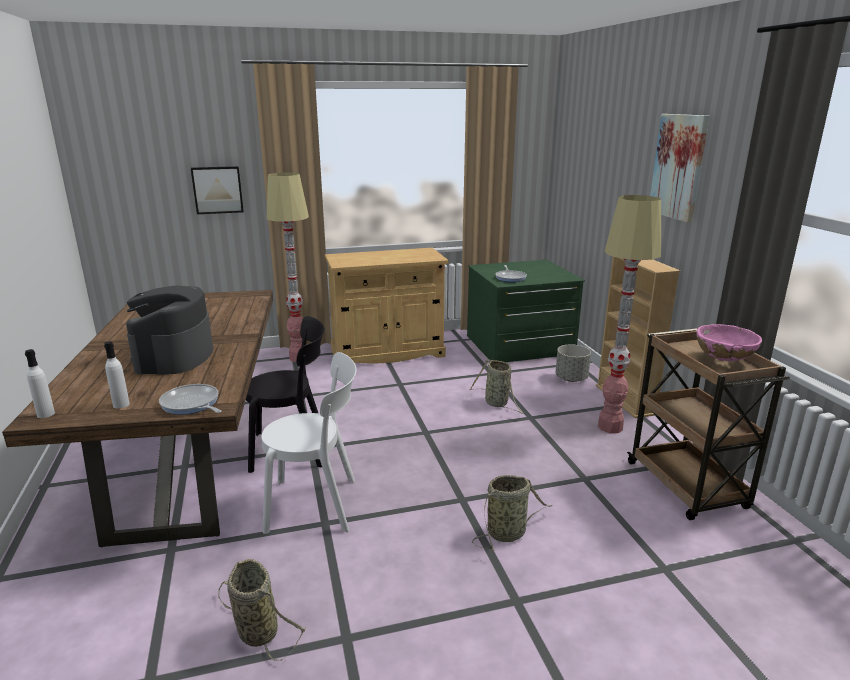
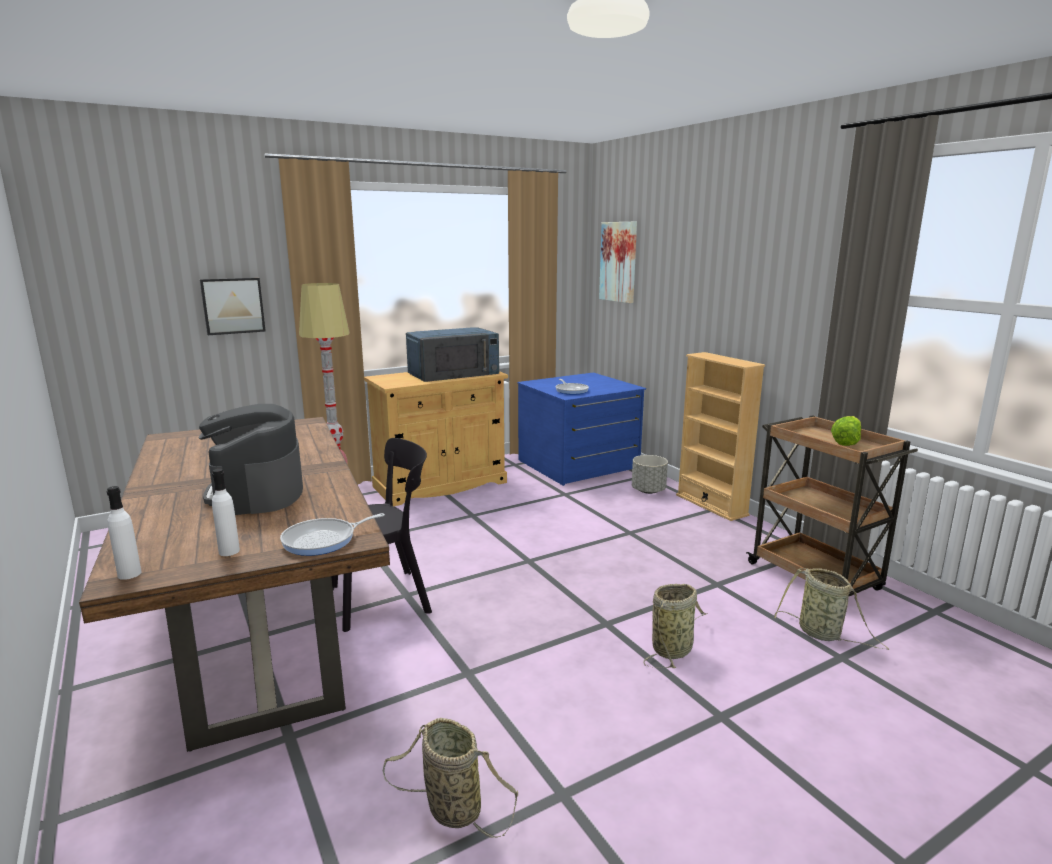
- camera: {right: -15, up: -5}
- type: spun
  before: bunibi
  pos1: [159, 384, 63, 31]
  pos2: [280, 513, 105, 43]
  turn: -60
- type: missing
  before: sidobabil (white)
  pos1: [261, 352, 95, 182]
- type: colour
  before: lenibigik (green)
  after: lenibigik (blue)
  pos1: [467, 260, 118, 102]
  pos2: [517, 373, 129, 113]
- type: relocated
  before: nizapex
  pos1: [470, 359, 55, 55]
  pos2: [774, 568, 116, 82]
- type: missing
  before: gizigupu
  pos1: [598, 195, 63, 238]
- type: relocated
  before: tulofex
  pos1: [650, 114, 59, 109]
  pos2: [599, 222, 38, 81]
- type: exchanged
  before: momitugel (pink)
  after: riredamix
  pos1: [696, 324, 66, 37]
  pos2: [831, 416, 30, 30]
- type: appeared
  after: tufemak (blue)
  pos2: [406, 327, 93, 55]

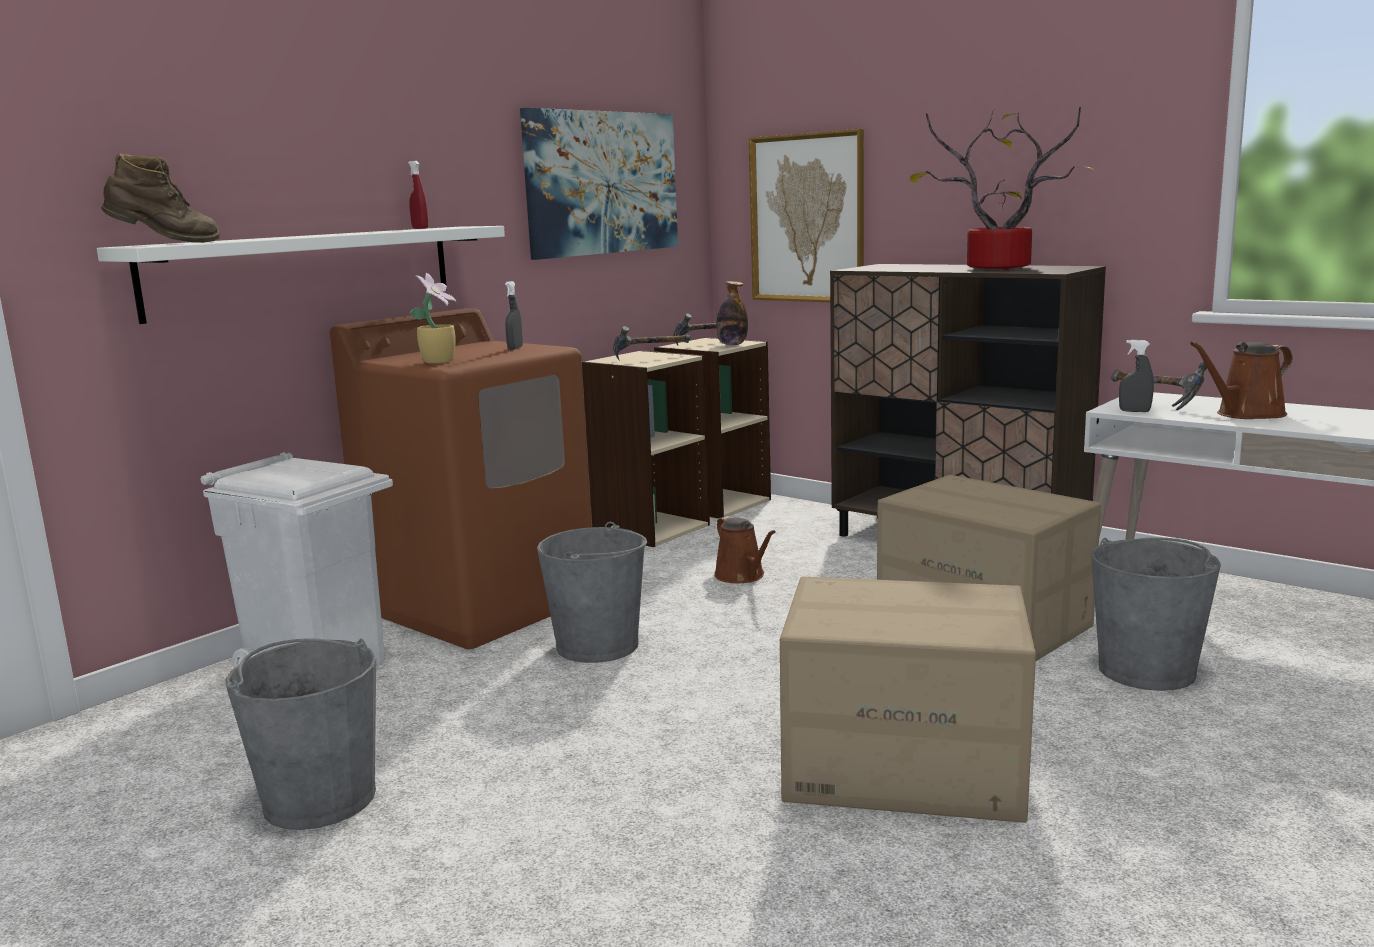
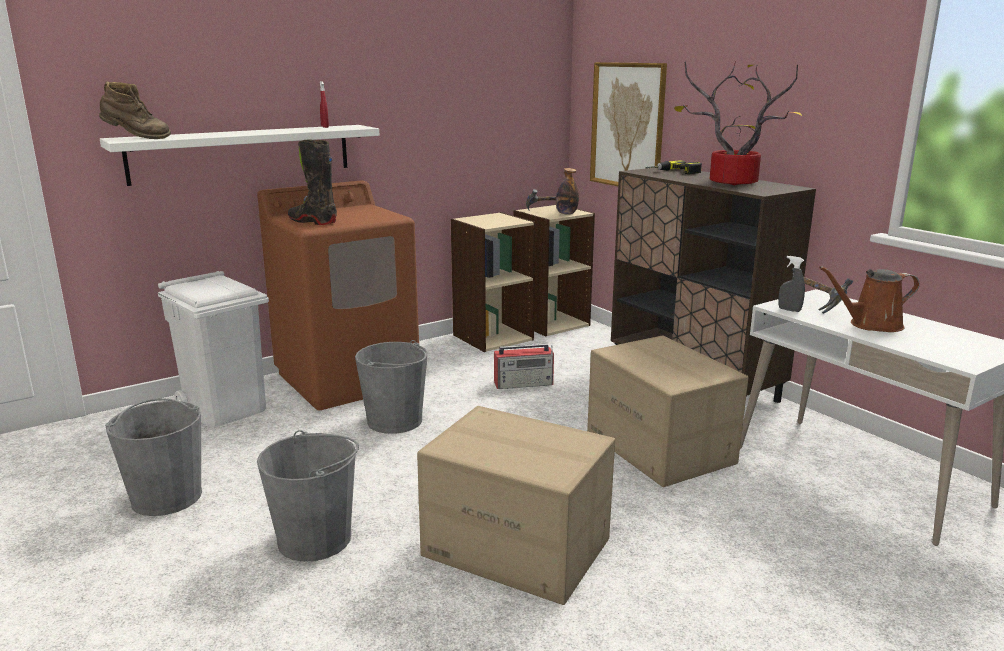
- camera: {right: 15, up: 5}
- type: exchanged
  before: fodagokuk
  after: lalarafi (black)
  pos1: [410, 273, 47, 91]
  pos2: [288, 139, 49, 86]
- type: missing
  before: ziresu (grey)
  pos1: [505, 281, 18, 69]
- type: missing
  before: tulofex
  pos1: [520, 108, 158, 152]
- type: missing
  before: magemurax
  pos1: [613, 326, 77, 35]
- type: exchanged
  before: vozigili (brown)
  after: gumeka
  pos1: [714, 516, 62, 67]
  pos2: [494, 344, 60, 45]
- type: relocated
  before: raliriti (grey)
  pos1: [1091, 537, 130, 154]
  pos2: [257, 430, 102, 132]
- type: appeared
  after: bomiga
  pos2: [646, 160, 56, 14]

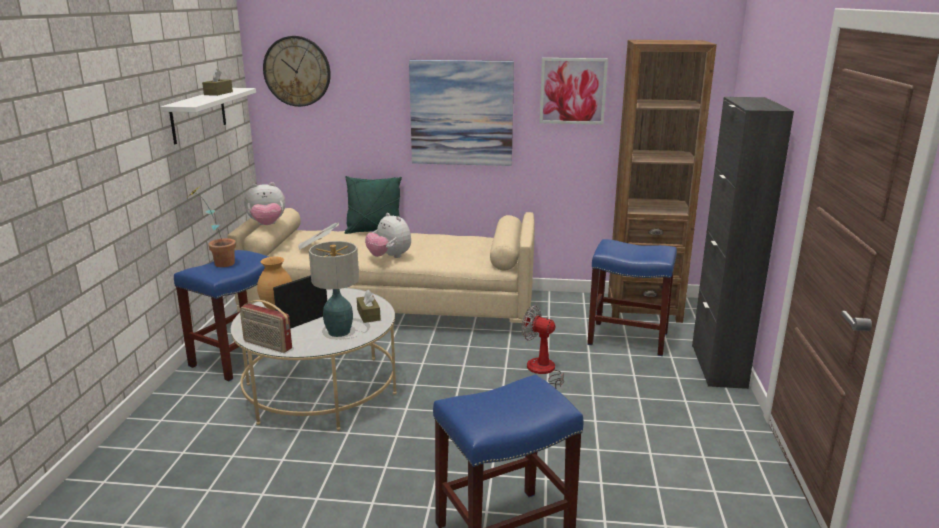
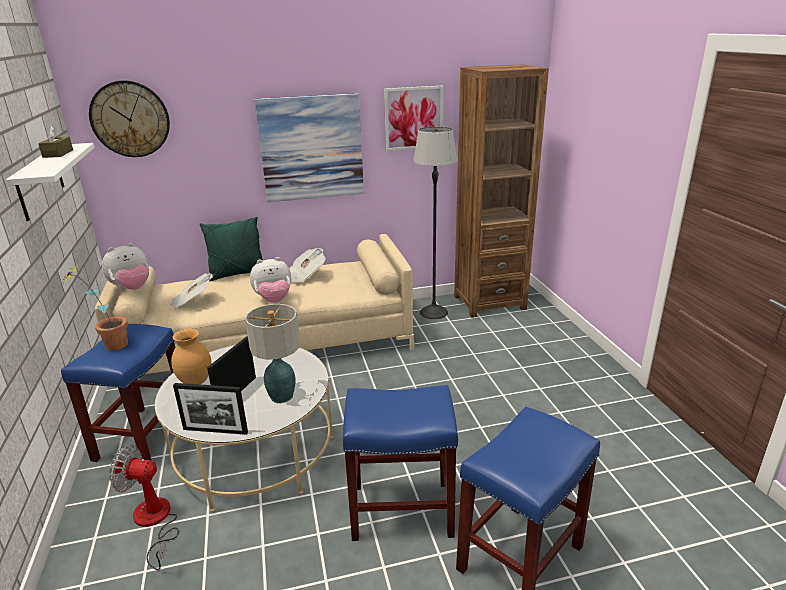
- camera: {right: -20, up: 5}
- type: exchanged
  before: gumeka
  after: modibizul
  pos1: [240, 300, 52, 53]
  pos2: [173, 383, 75, 52]
- type: missing
  before: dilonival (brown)
  pos1: [357, 290, 24, 33]
- type: spun
  before: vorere
  pos1: [365, 213, 46, 45]
  pos2: [250, 257, 41, 46]
  turn: -45
- type: relocated
  before: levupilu
  pos1: [521, 306, 43, 83]
  pos2: [109, 445, 70, 125]
- type: relocated
  before: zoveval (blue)
  pos1: [587, 239, 90, 117]
  pos2: [343, 385, 115, 156]
- type: missing
  before: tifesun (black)
  pos1: [692, 97, 102, 292]
- type: appeared
  after: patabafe
  pos2: [290, 248, 36, 35]
- type: appeared
  after: gizigupu
  pos2: [413, 126, 44, 193]

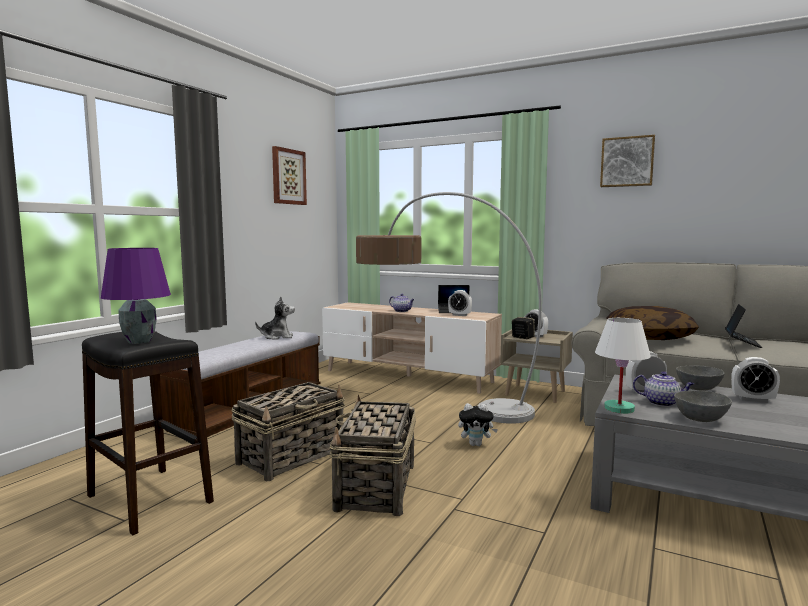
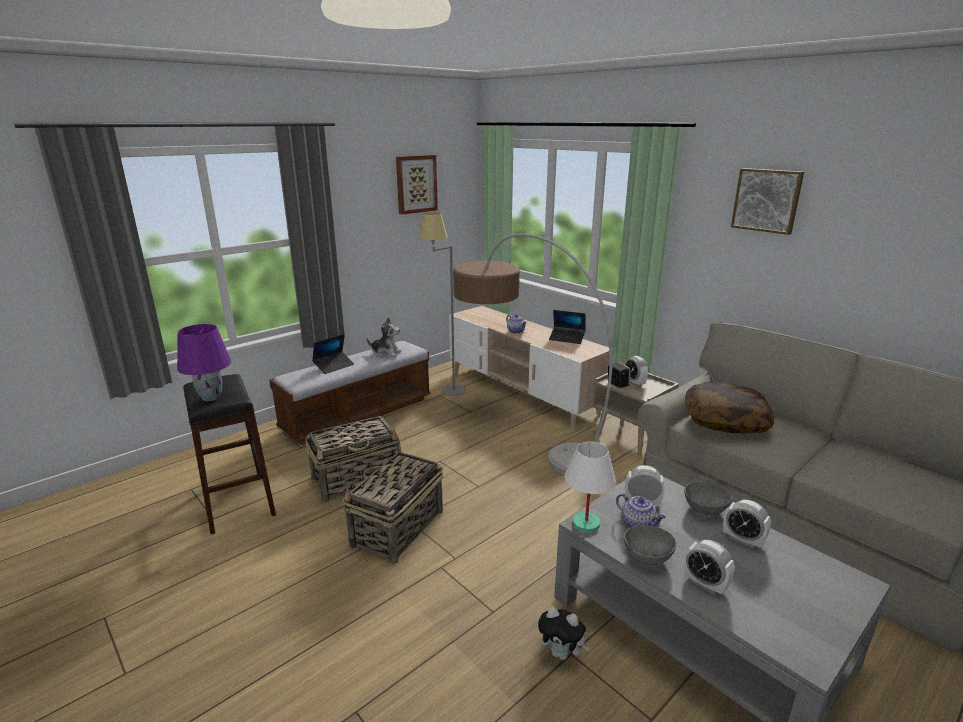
- camera: {right: 20, up: 15}
- type: relocated
  before: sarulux
  pos1: [448, 290, 24, 26]
  pos2: [683, 540, 52, 55]
- type: relocated
  before: vorere
  pos1: [458, 403, 40, 43]
  pos2: [538, 607, 52, 53]
- type: relocated
  before: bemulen
  pos1: [725, 304, 37, 44]
  pos2: [312, 334, 42, 40]
- type: appeared
  after: gizigupu (grey)
  pos2: [418, 212, 48, 184]

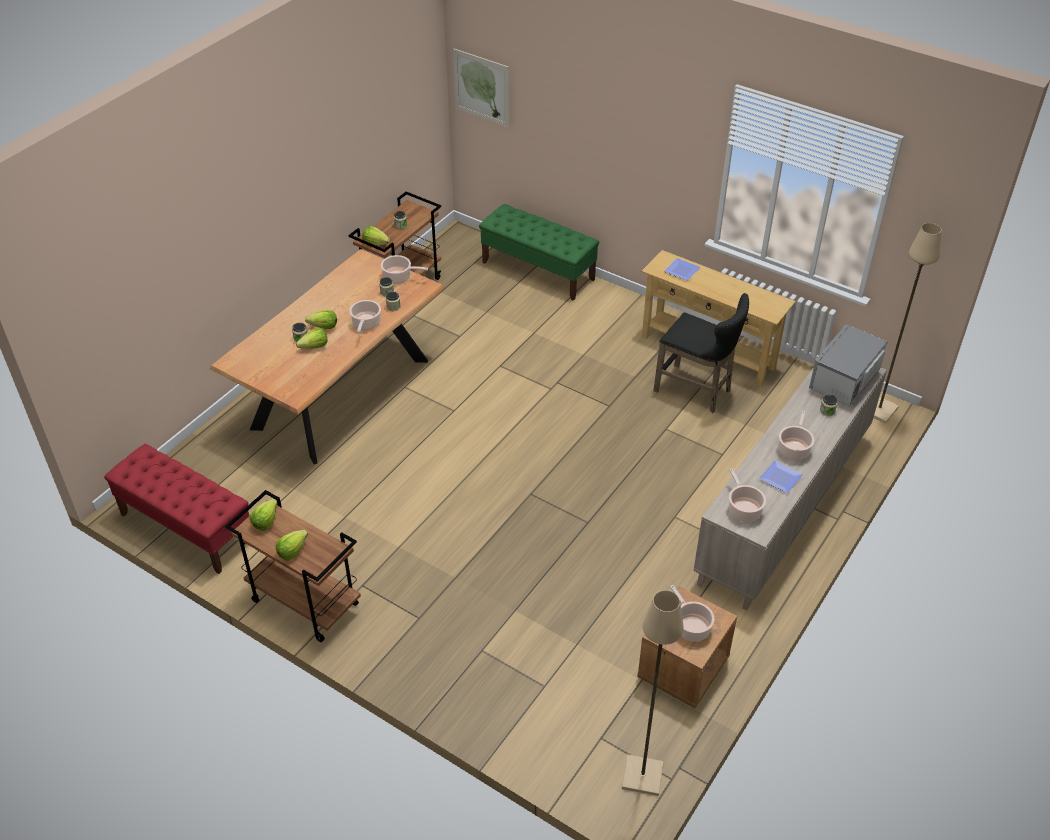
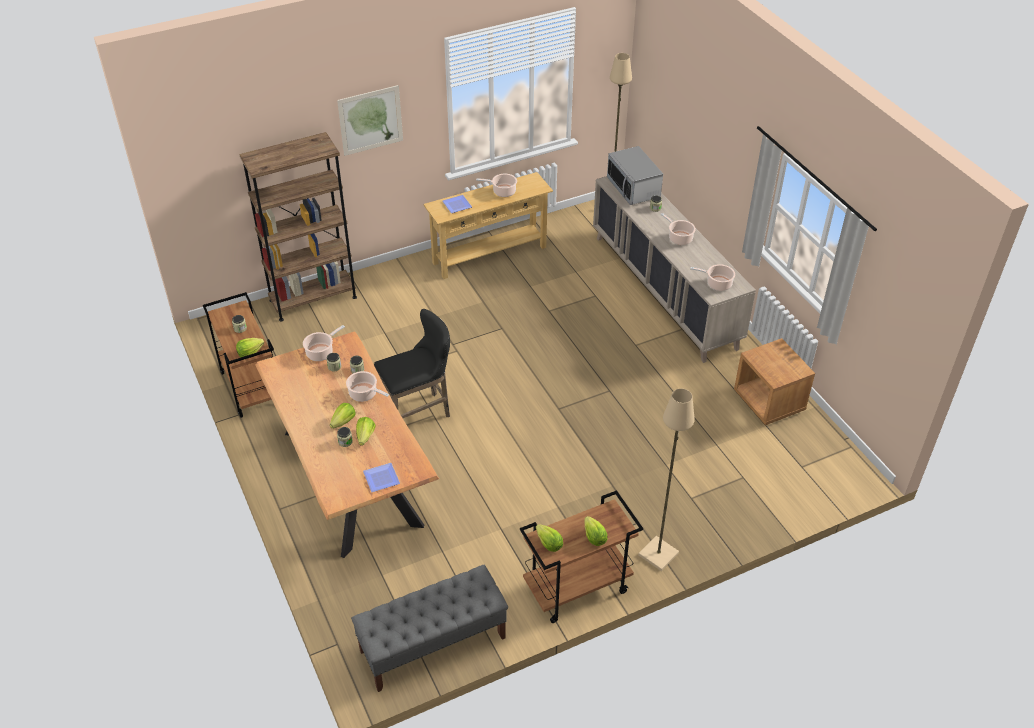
- camera: {right: -60, up: 0}
- type: colour
  before: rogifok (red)
  after: rogifok (grey)
  pos1: [104, 444, 145, 130]
  pos2: [351, 565, 157, 127]
- type: relocated
  before: tulofex
  pos1: [453, 49, 56, 79]
  pos2: [337, 85, 66, 71]
- type: exchanged
  before: rogifok (green)
  after: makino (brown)
  pos1: [479, 204, 120, 97]
  pos2: [239, 132, 118, 189]
- type: relocated
  before: gizigupu (beige)
  pos1: [622, 590, 62, 206]
  pos2: [638, 389, 57, 182]
- type: relocated
  before: zoveval (black)
  pos1: [653, 293, 96, 120]
  pos2: [374, 309, 76, 109]
- type: relocated
  before: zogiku
  pos1: [670, 585, 45, 57]
  pos2: [476, 174, 41, 23]
- type: relocated
  before: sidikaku
  pos1: [759, 460, 44, 33]
  pos2: [363, 463, 37, 29]

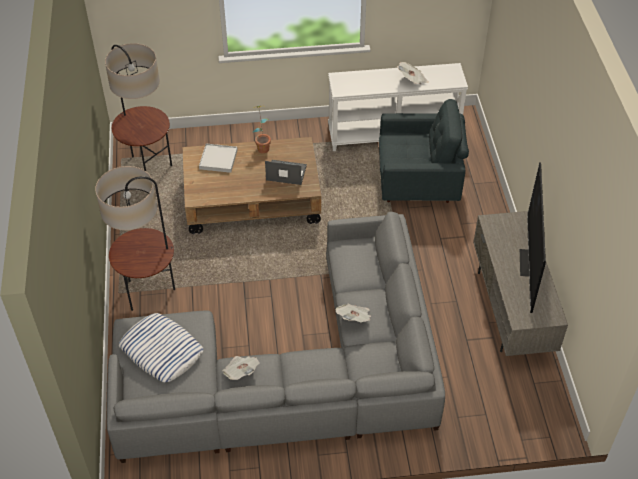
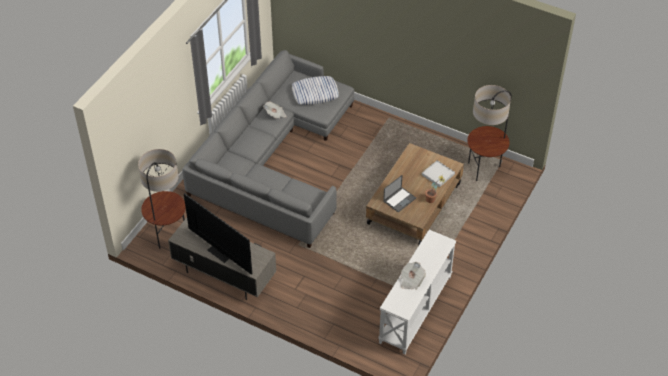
- camera: {right: 125, up: 0}
- type: relocated
  before: gizigupu
  pos1: [95, 166, 80, 145]
  pos2: [138, 149, 48, 100]
- type: missing
  before: patabafe
  pos1: [336, 304, 35, 19]
- type: missing
  before: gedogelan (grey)
  pos1: [379, 99, 90, 104]

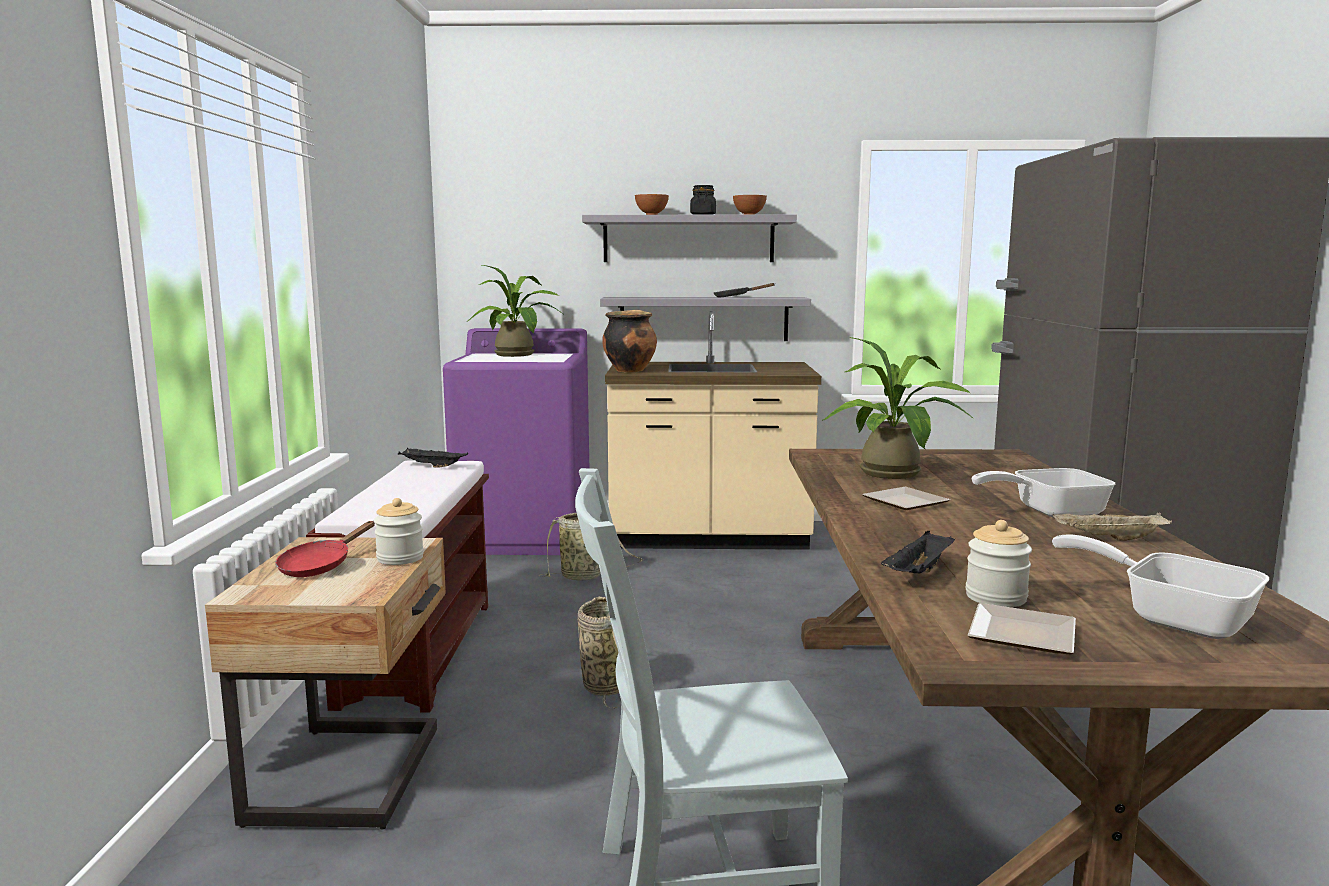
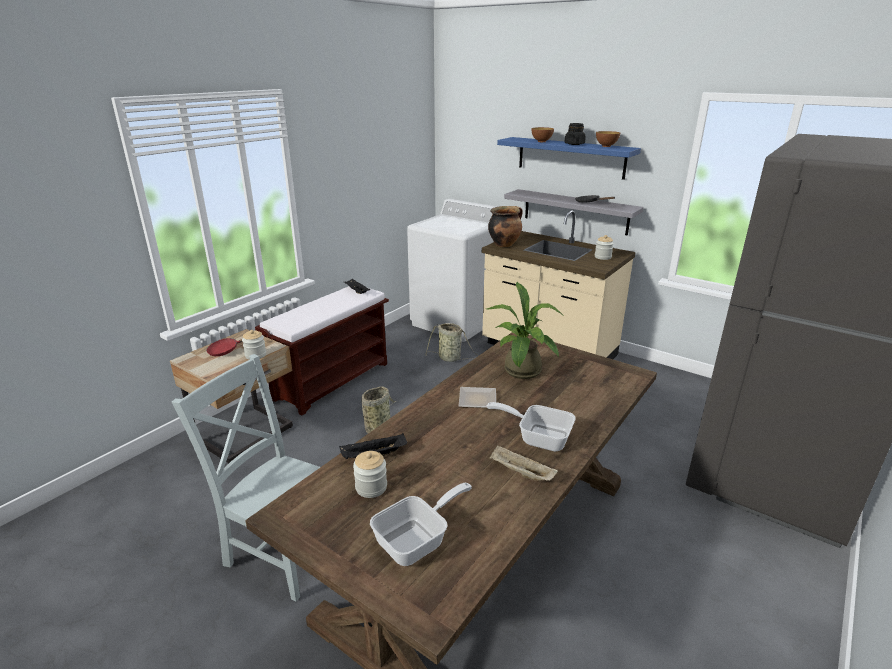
- camera: {right: 35, up: 15}
- type: colour
  before: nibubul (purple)
  after: nibubul (white)
  pos1: [443, 328, 146, 227]
  pos2: [407, 199, 91, 143]
- type: missing
  before: fodagokuk
  pos1: [468, 265, 95, 92]
- type: colour
  before: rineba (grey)
  after: rineba (blue)
  pos1: [582, 215, 215, 47]
  pos2: [497, 137, 144, 43]
- type: missing
  before: sidikaku
  pos1: [968, 603, 108, 51]
- type: spun
  before: bunibi
  pos1: [1052, 535, 217, 104]
  pos2: [370, 483, 102, 83]
  turn: 60
- type: appeared
  after: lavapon
  pos2: [595, 235, 19, 25]

